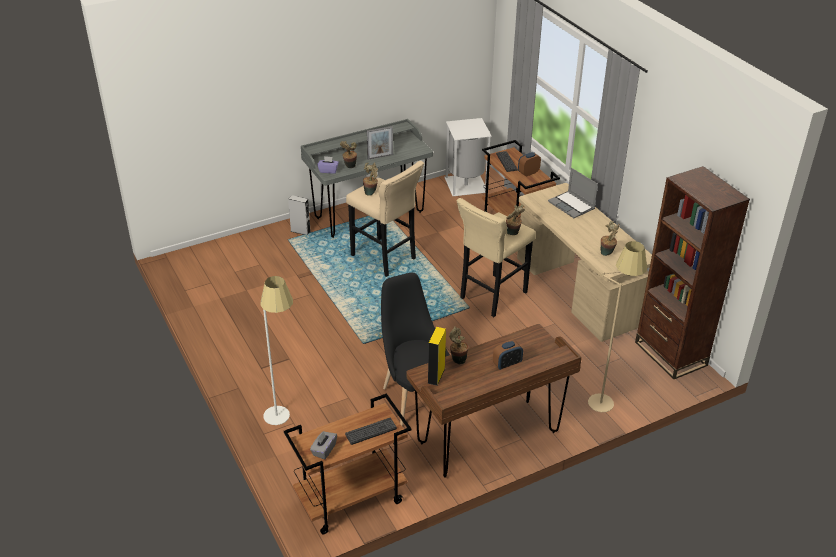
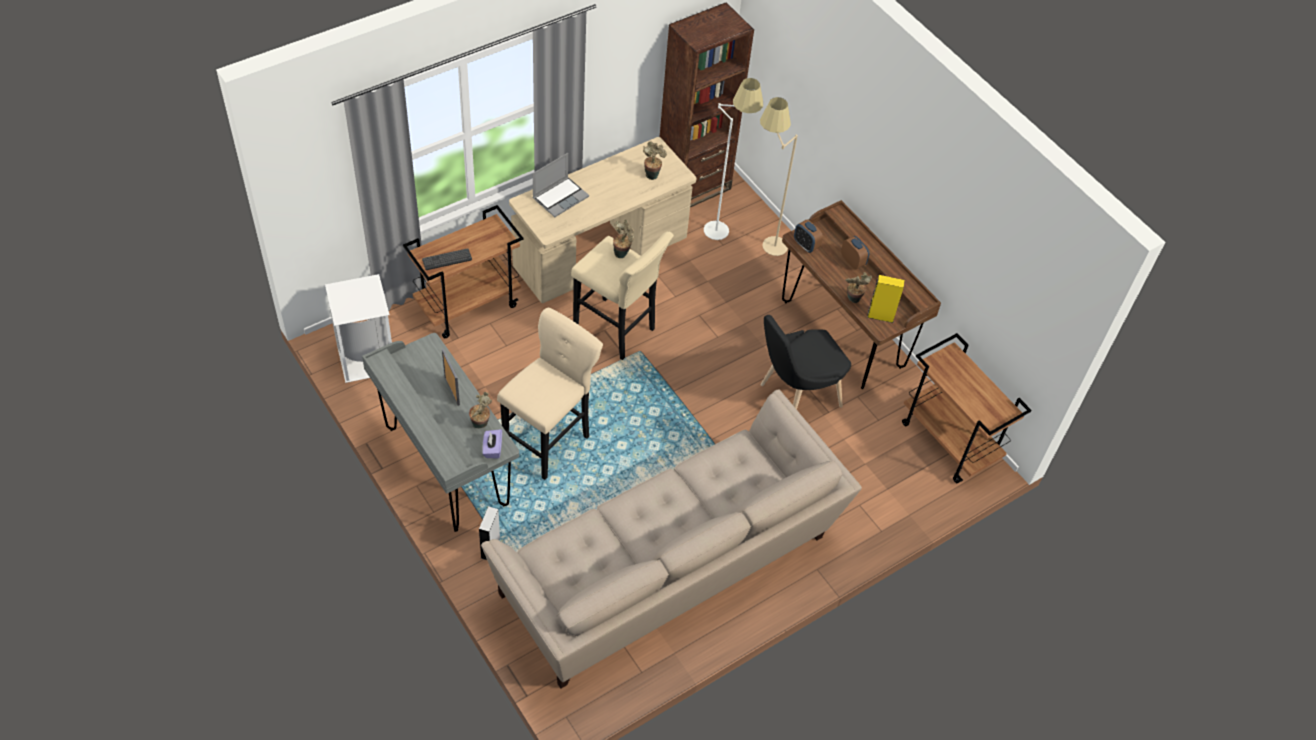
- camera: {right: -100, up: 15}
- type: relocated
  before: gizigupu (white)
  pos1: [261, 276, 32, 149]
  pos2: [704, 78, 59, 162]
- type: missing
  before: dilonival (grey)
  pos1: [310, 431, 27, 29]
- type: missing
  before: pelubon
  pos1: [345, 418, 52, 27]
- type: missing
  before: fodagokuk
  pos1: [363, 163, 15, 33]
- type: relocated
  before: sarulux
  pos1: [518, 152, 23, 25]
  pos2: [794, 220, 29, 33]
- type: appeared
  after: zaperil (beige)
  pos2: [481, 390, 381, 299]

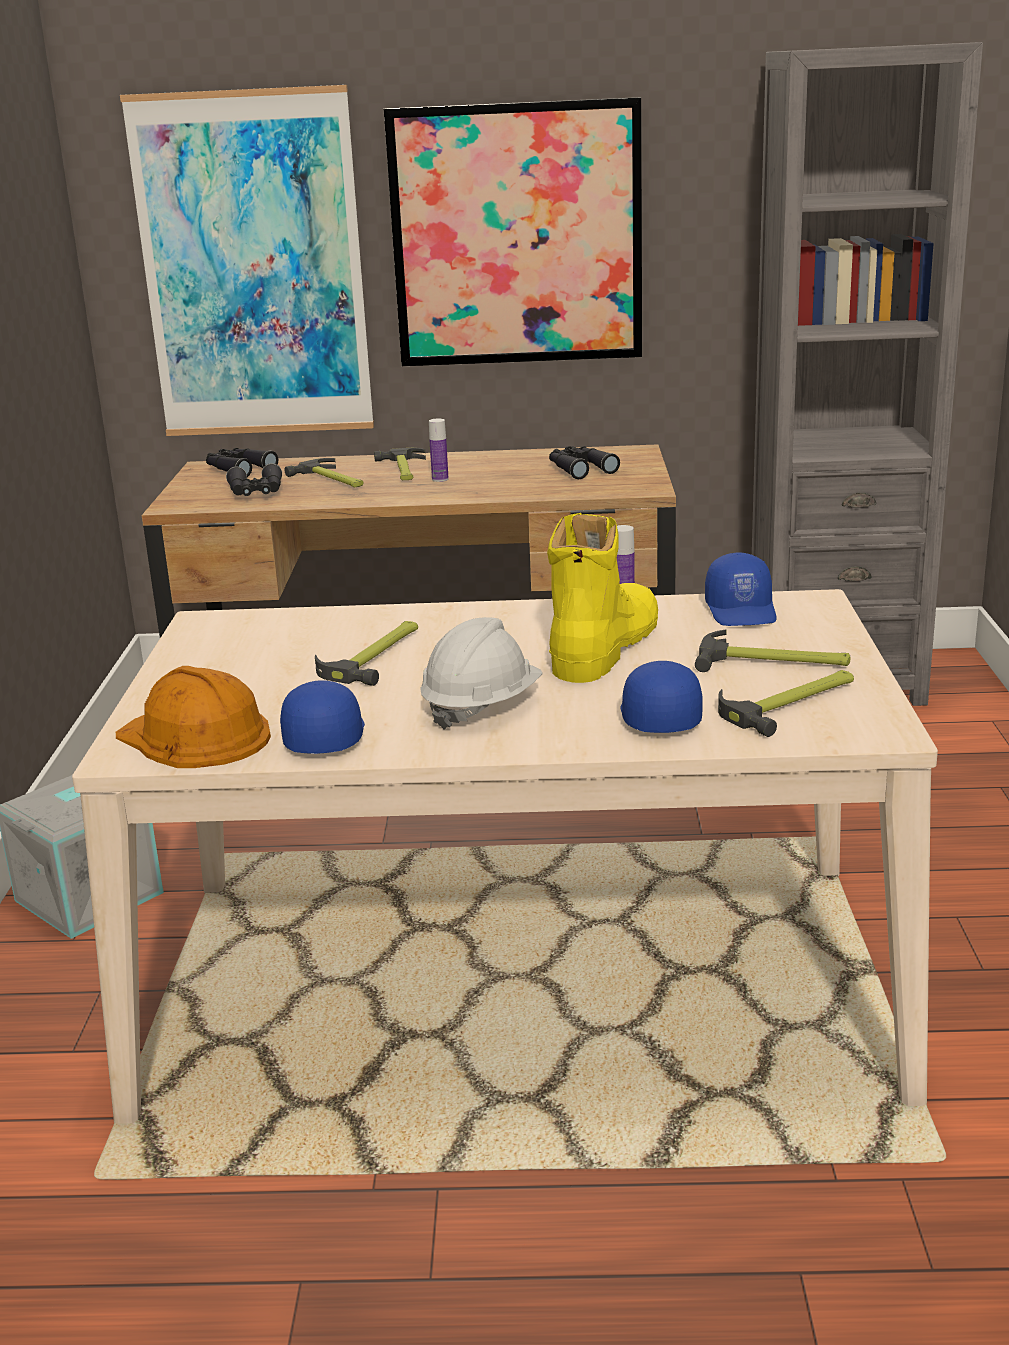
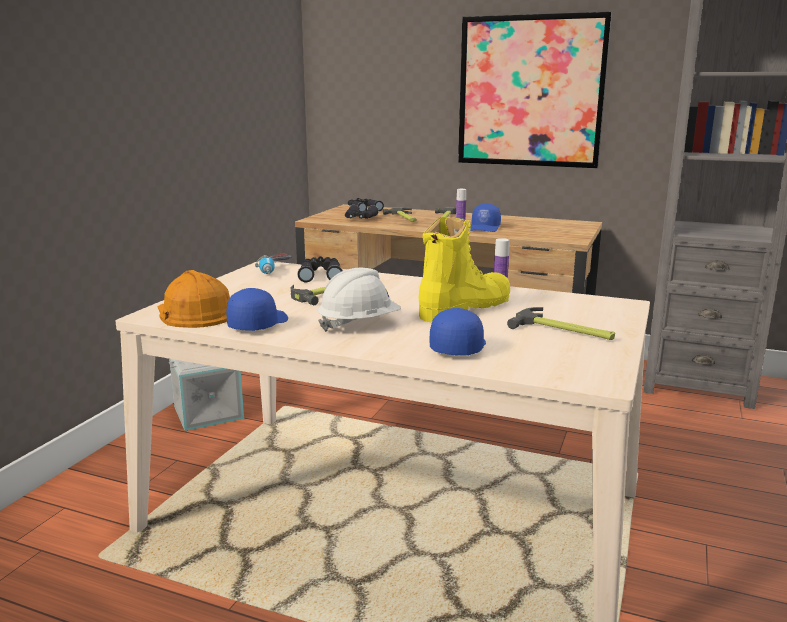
- camera: {right: 20, up: -5}
- type: missing
  before: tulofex
  pos1: [120, 85, 254, 351]
- type: relocated
  before: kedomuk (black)
  pos1: [549, 446, 71, 33]
  pos2: [297, 256, 46, 26]
- type: relocated
  before: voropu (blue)
  pos1: [705, 552, 71, 74]
  pos2: [470, 203, 31, 29]
- type: missing
  before: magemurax
  pos1: [718, 670, 136, 67]
- type: appeared
  after: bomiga
  pos2: [255, 253, 37, 21]

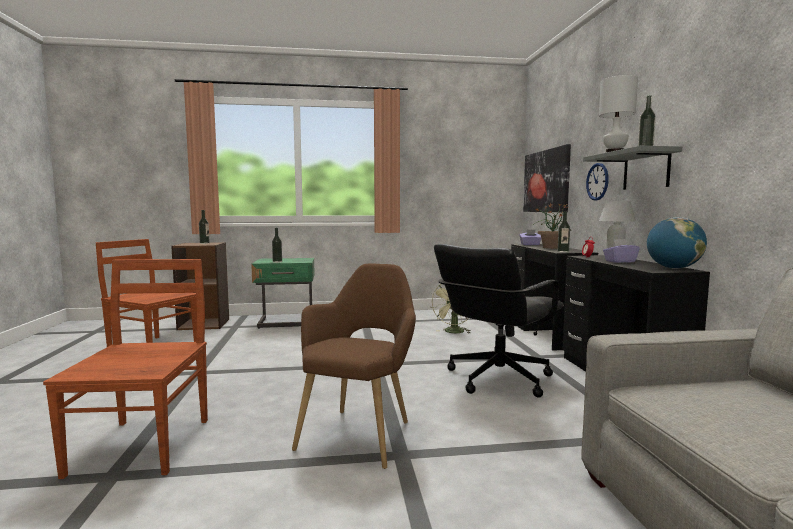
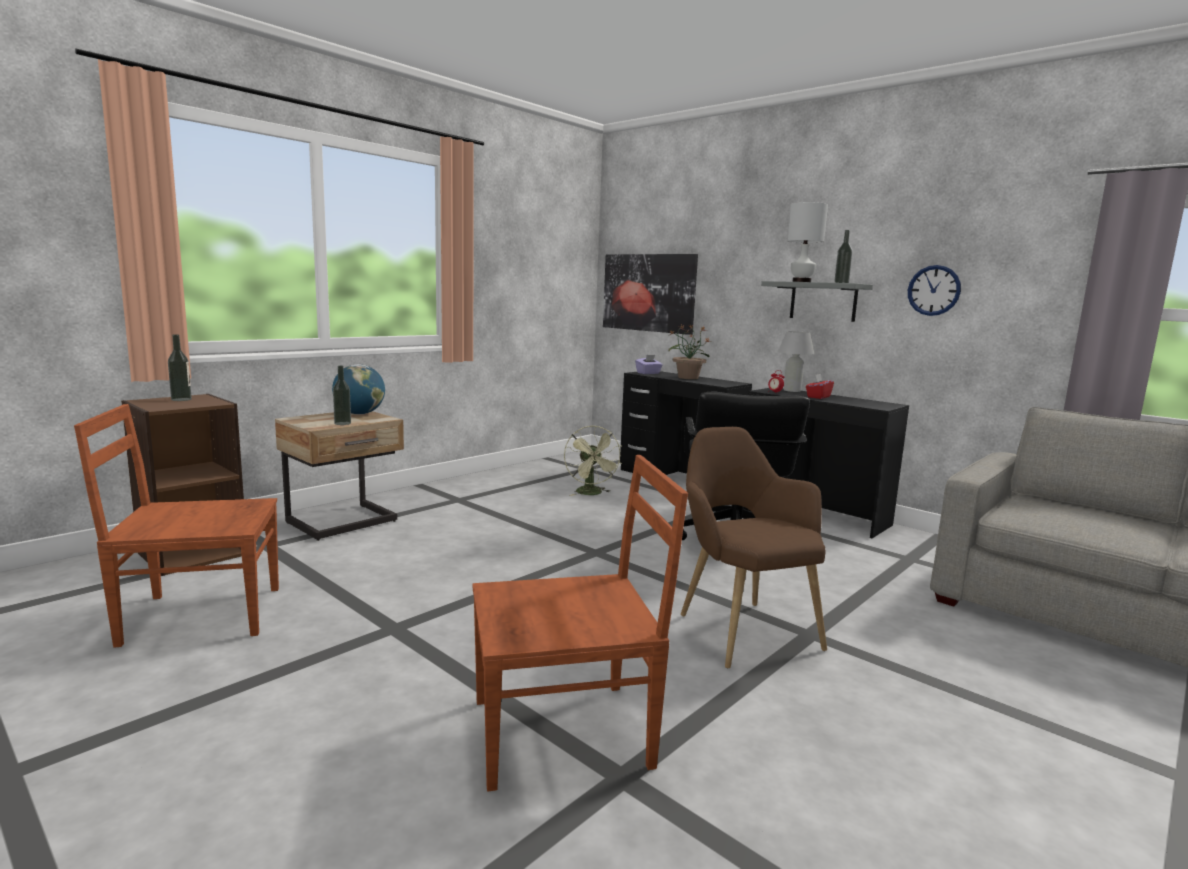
- camera: {right: -40, up: 5}
- type: spun
  before: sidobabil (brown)
  pos1: [43, 259, 165, 220]
  pos2: [472, 455, 216, 336]
  turn: 120
- type: colour
  before: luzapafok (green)
  after: luzapafok (beige)
  pos1: [251, 258, 64, 71]
  pos2: [275, 411, 129, 130]
- type: missing
  before: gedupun
  pos1: [558, 211, 12, 41]
- type: relocated
  before: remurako
  pos1: [586, 163, 23, 38]
  pos2: [908, 265, 53, 51]
- type: colour
  before: dilonival (purple)
  after: dilonival (red)
  pos1: [603, 239, 37, 24]
  pos2: [806, 374, 28, 25]
- type: relocated
  before: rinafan
  pos1: [647, 217, 60, 52]
  pos2: [332, 364, 53, 51]

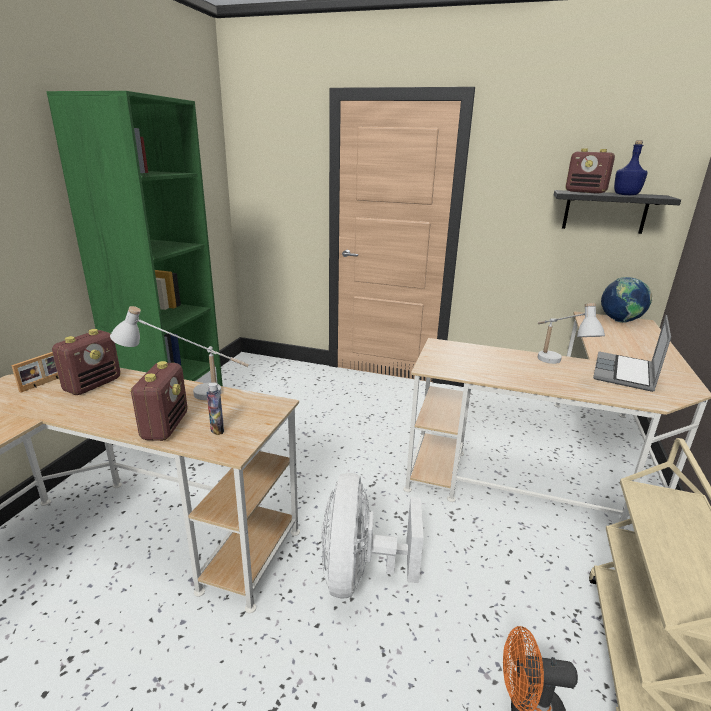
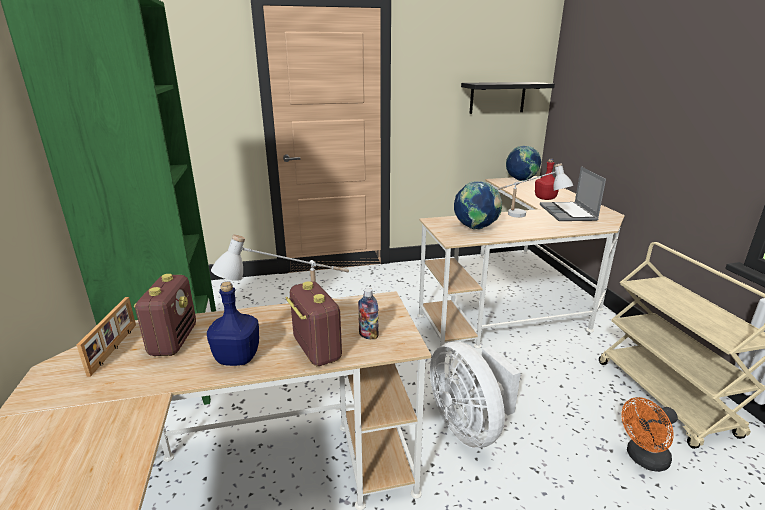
- camera: {right: -30, up: 0}
- type: missing
  before: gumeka
  pos1: [566, 148, 49, 46]
- type: relocated
  before: gedupun (blue)
  pos1: [614, 140, 34, 55]
  pos2: [207, 282, 52, 84]
- type: appeared
  after: rinafan
  pos2: [454, 181, 48, 49]
- type: appeared
  after: gedupun (red)
  pos2: [535, 159, 24, 41]

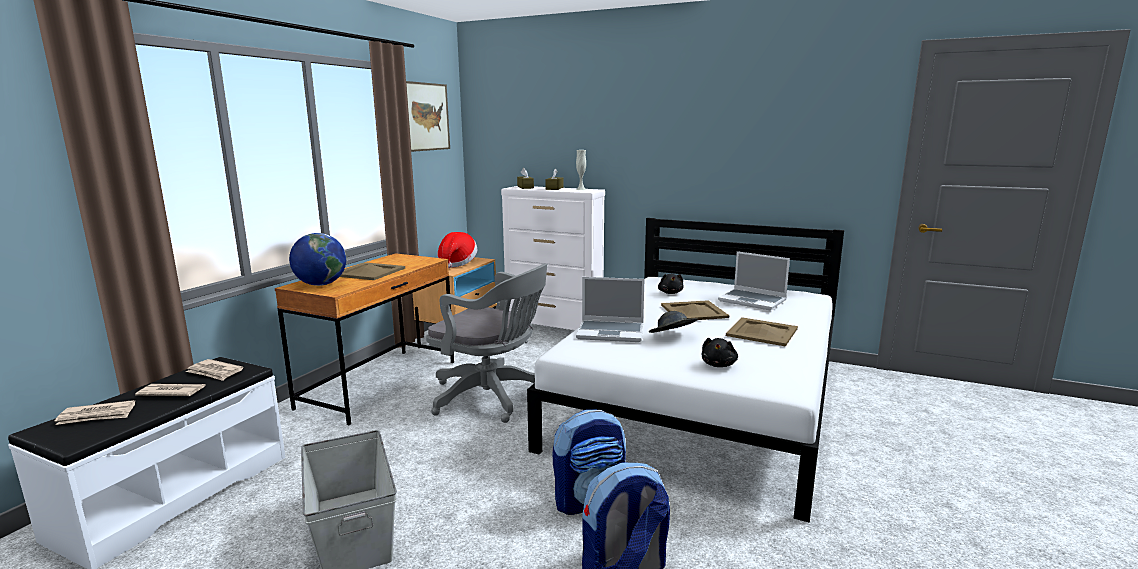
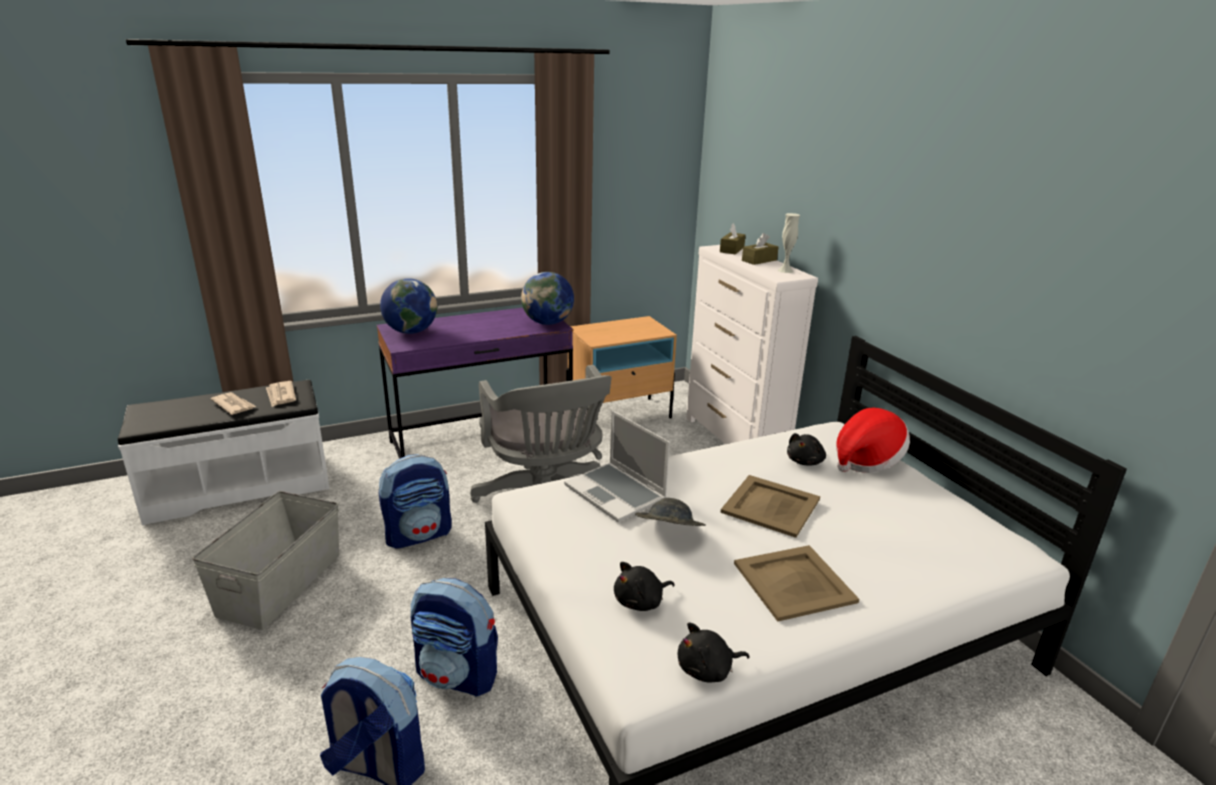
- camera: {right: 40, up: 10}
- type: missing
  before: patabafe
  pos1: [54, 400, 81, 25]
- type: colour
  before: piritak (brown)
  after: piritak (purple)
  pos1: [275, 253, 179, 172]
  pos2: [377, 308, 196, 151]
- type: missing
  before: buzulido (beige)
  pos1: [340, 262, 65, 18]
- type: missing
  before: tulofex
  pos1: [406, 81, 44, 71]
- type: relocated
  before: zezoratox
  pos1: [437, 232, 40, 36]
  pos2: [836, 408, 74, 65]
- type: missing
  before: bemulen
  pos1: [718, 251, 72, 59]
- type: appeared
  after: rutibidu
  pos2: [379, 454, 73, 95]
- type: appeared
  after: rinafan
  pos2: [521, 272, 53, 53]
- type: appeared
  after: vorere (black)
  pos2: [678, 622, 72, 61]

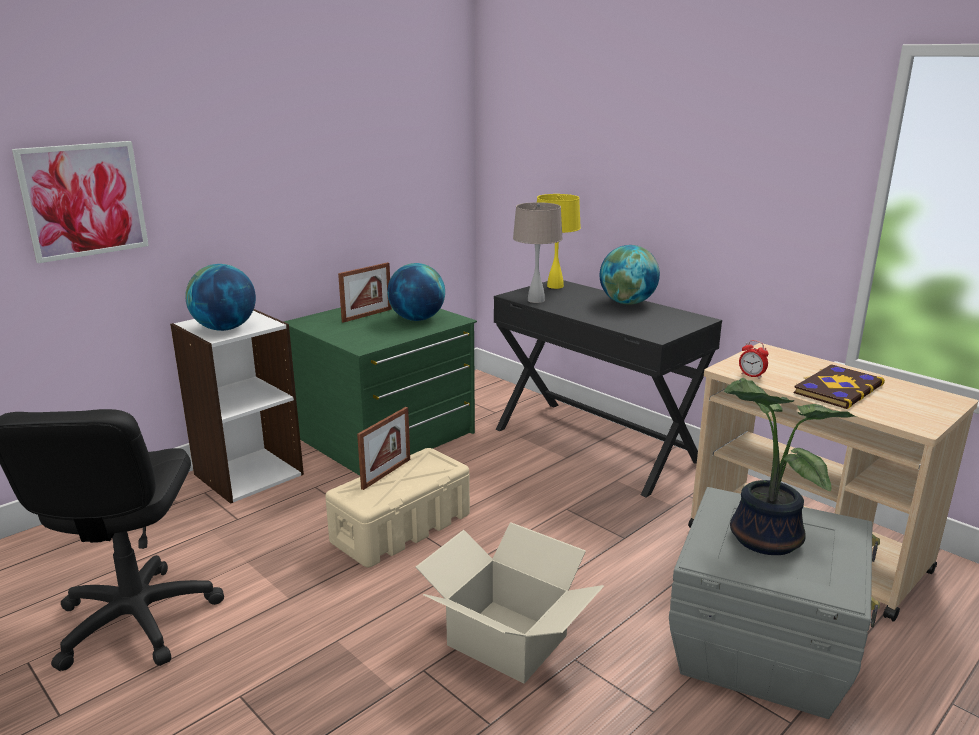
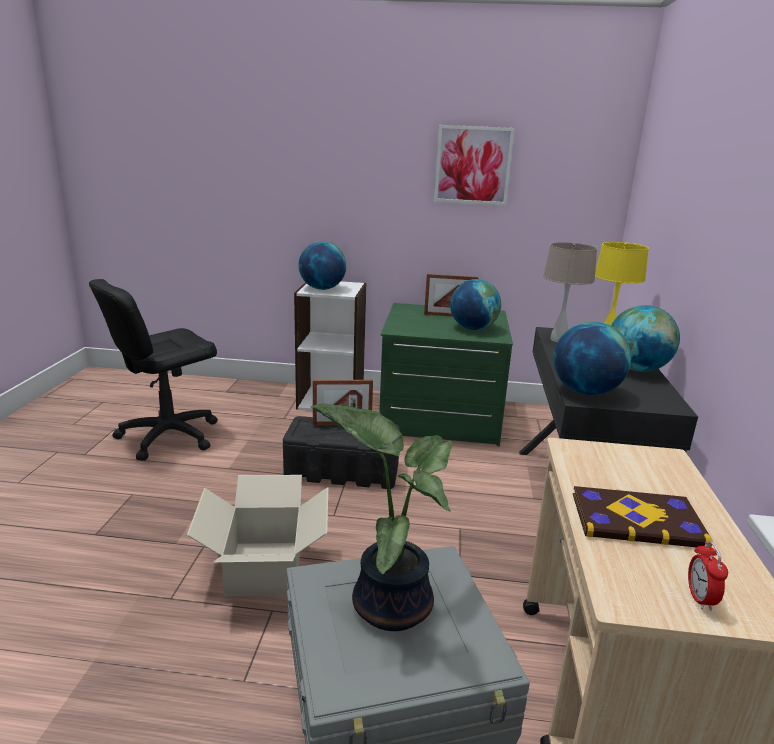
- camera: {right: 50, up: 0}
- type: relocated
  before: tulofex
  pos1: [12, 141, 137, 122]
  pos2: [434, 125, 81, 80]
- type: colour
  before: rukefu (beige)
  after: rukefu (black)
  pos1: [325, 448, 145, 119]
  pos2: [283, 416, 117, 73]
- type: relocated
  before: sarulux
  pos1: [739, 340, 30, 39]
  pos2: [688, 541, 40, 70]
- type: appeared
  after: rinafan
  pos2: [553, 321, 78, 74]

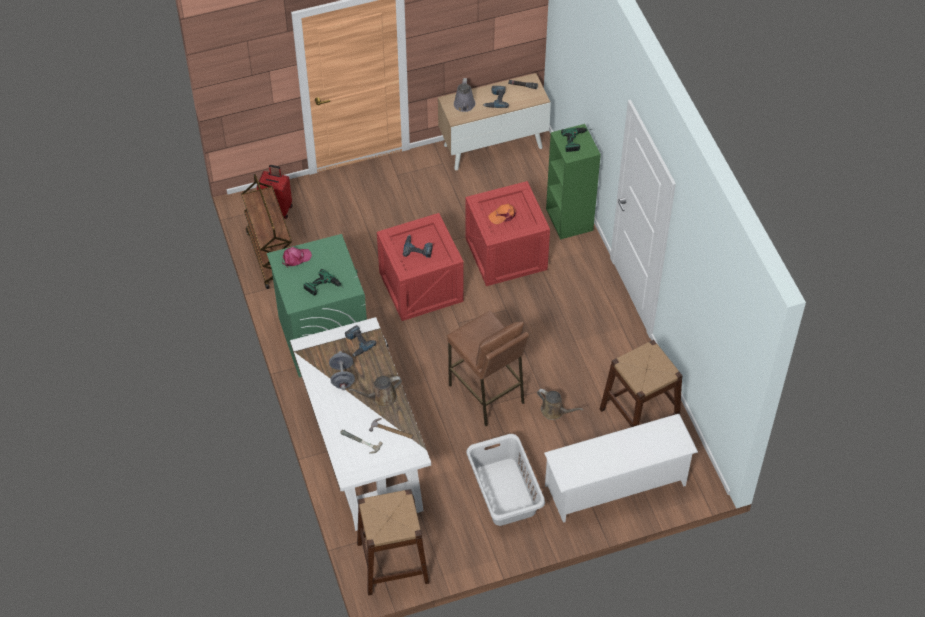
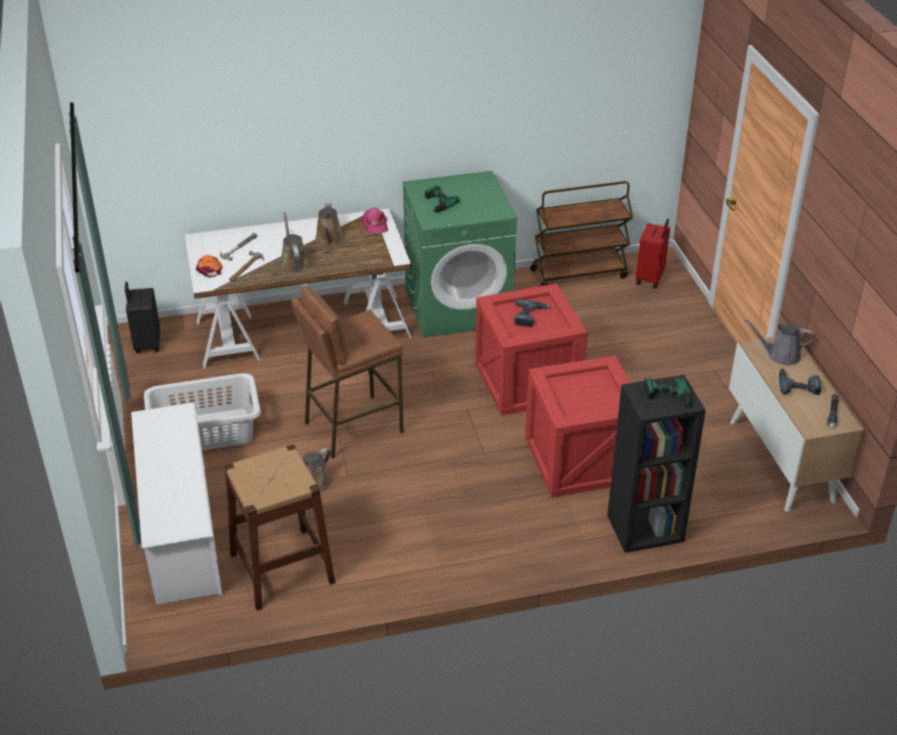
- camera: {right: 95, up: -15}
- type: relocated
  before: voropu (pink)
  pos1: [282, 247, 30, 20]
  pos2: [362, 208, 26, 26]
- type: exchanged
  before: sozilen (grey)
  after: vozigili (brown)
  pos1: [329, 351, 26, 39]
  pos2: [315, 203, 29, 42]
- type: missing
  before: bomiga
  pos1: [345, 325, 32, 32]
- type: exchanged
  before: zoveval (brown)
  after: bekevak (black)
  pos1: [357, 489, 72, 107]
  pos2: [125, 282, 35, 71]
- type: relocated
  before: voropu (orange)
  pos1: [488, 204, 28, 20]
  pos2: [196, 255, 26, 23]
- type: colour
  before: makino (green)
  after: makino (black)
  pos1: [546, 124, 55, 116]
  pos2: [607, 375, 99, 178]

